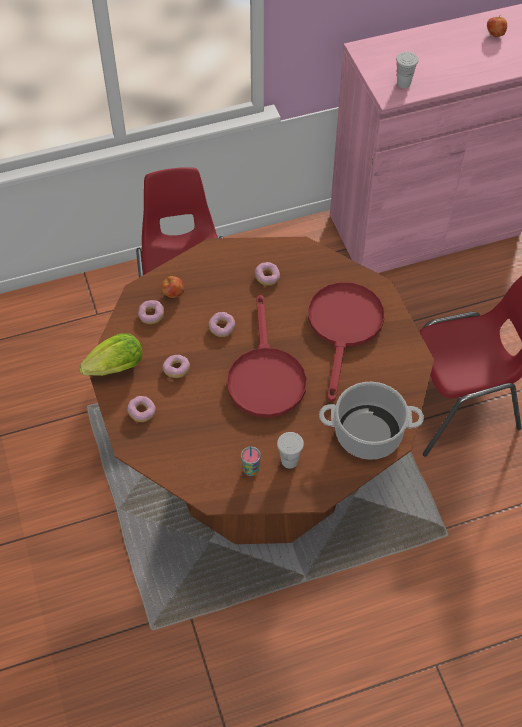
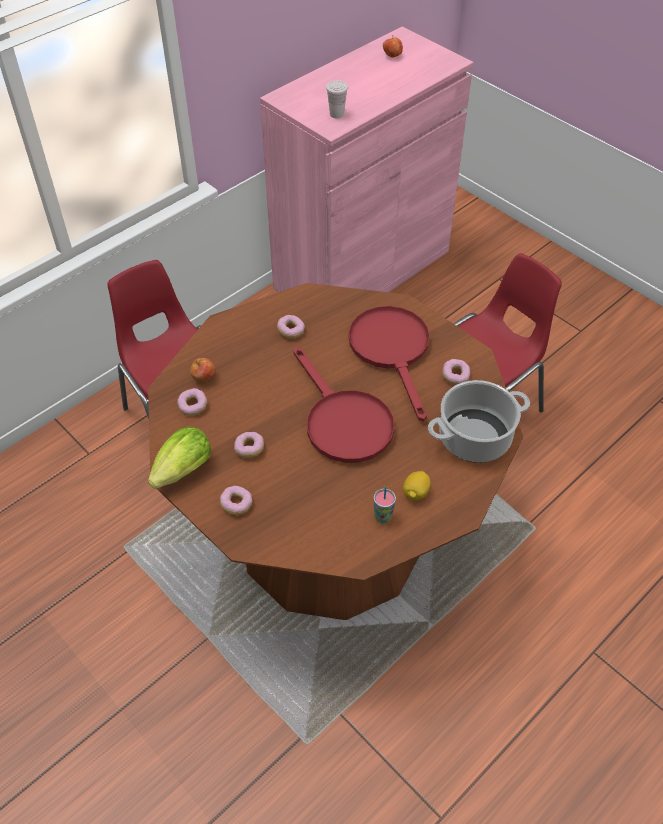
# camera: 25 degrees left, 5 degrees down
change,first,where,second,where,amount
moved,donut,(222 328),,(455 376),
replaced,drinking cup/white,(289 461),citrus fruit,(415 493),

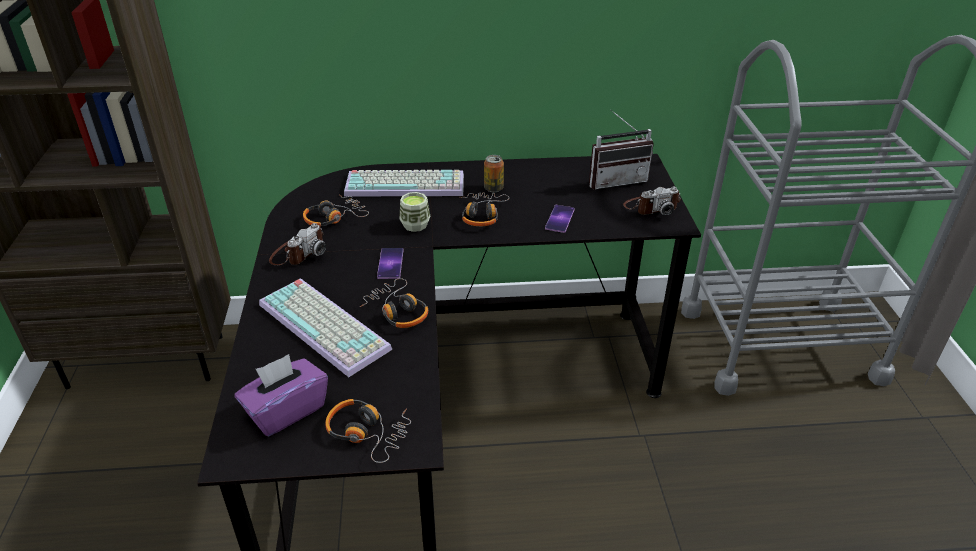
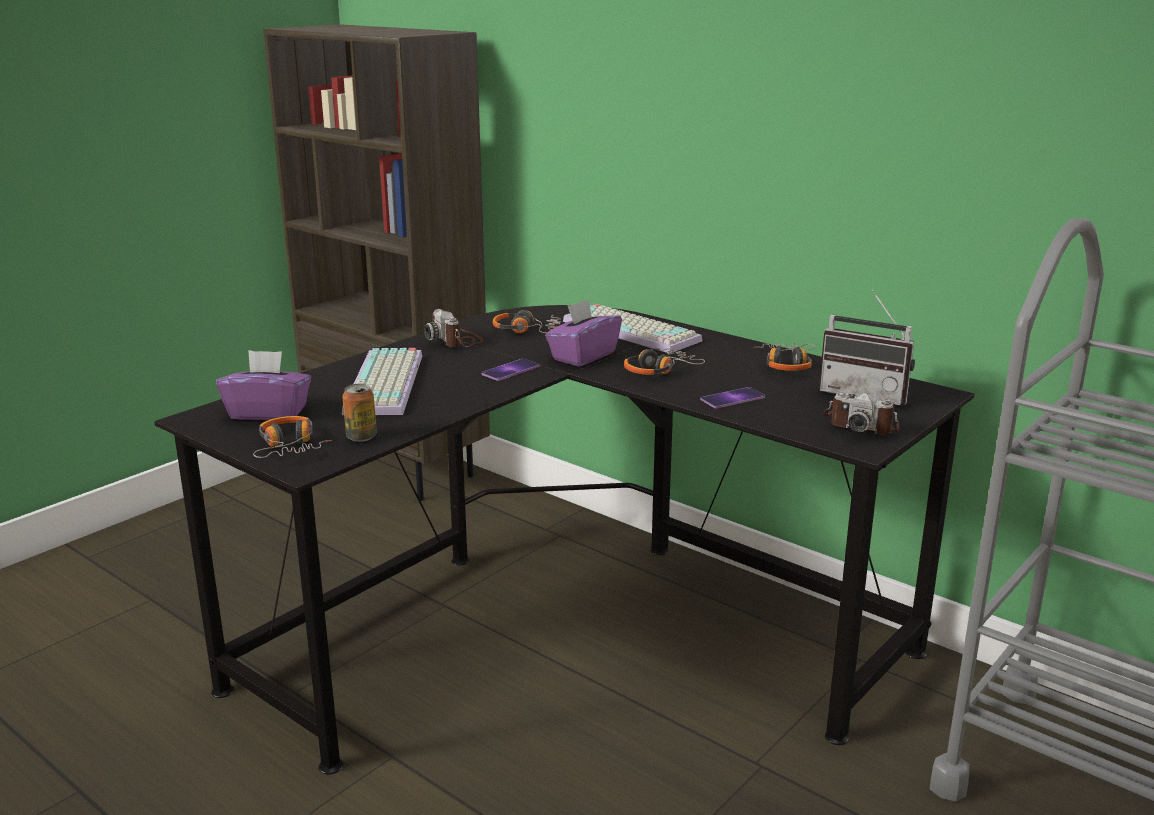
# camera: 45 degrees right, 15 degrees down
change,first,where,second,where,amount
turned,still camera,(298 253),,(456 340),75 degrees clockwise
moved,pair of headphones,(397 311),,(786 364),
replaced,drinking cup,(415 225),box of tissues/purple-coloured,(583 356),
moved,can,(493 188),,(361 437),

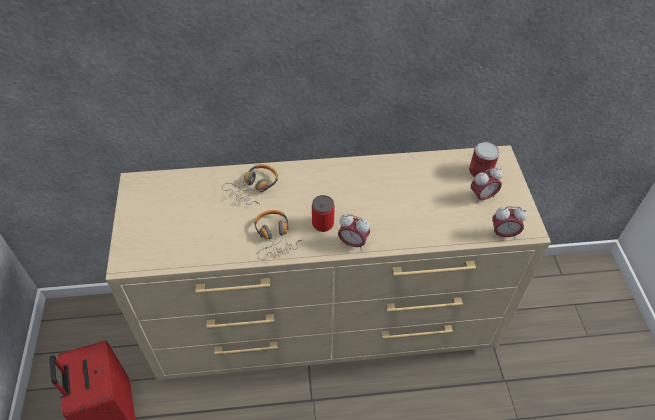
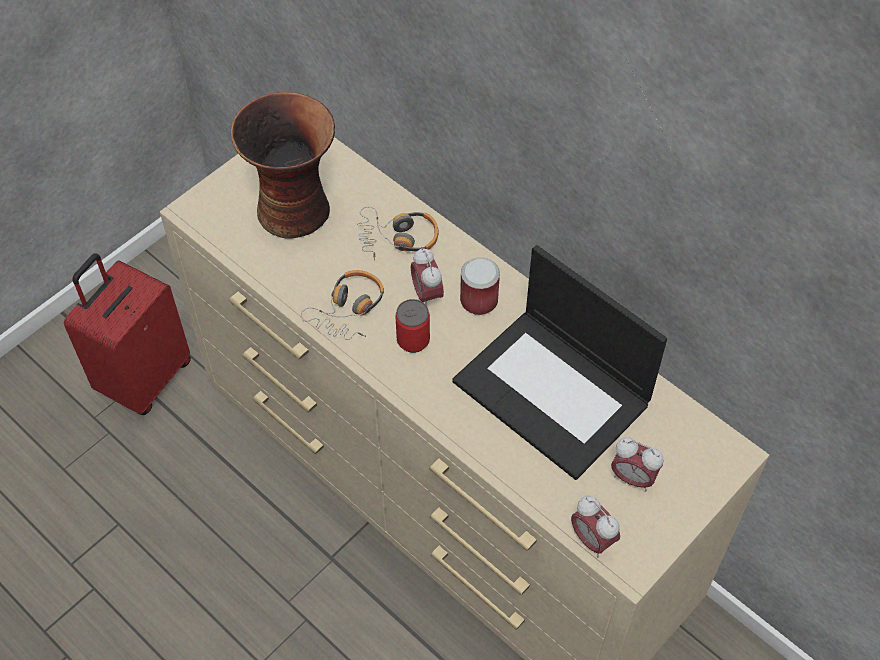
# camera: 50 degrees right, 5 degrees up
change,first,where,second,where,amount
moved,bedside clock,(352 243),,(427 294),
moved,can,(480 171),,(479 300),
added,,,decorative vase,(295 209),
added,,,portable computer,(554 392),

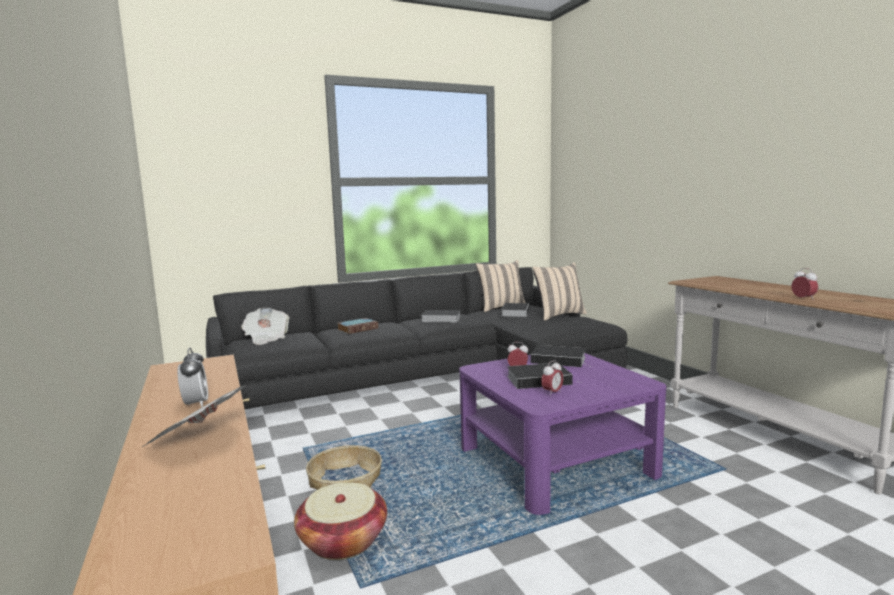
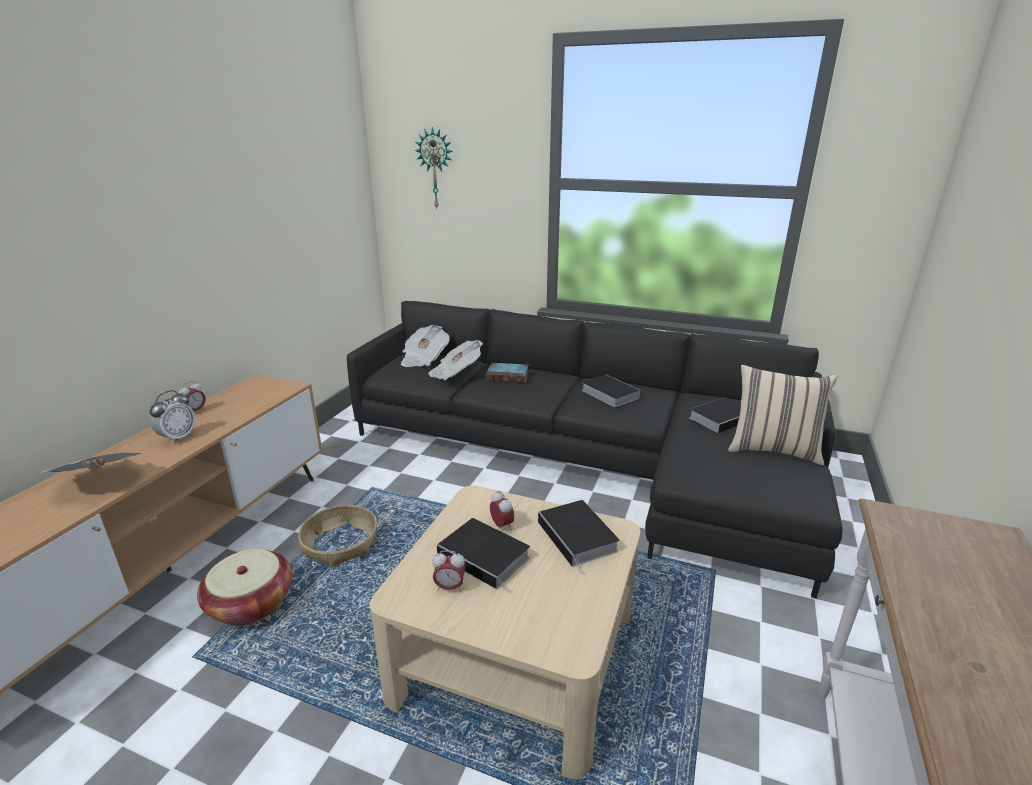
# camera: 45 degrees right, 15 degrees up
change,first,where,second,where,amount
recoloured,lounge table/purple-coloured,(555 460),lounge table/sand-coloured,(517 654),
removed,cushion/sand-coloured,(501 308),,,
moved,bedside clock,(803 299),,(195 411),
added,,,hanging clock,(436 169),
added,,,newspaper,(456 373),

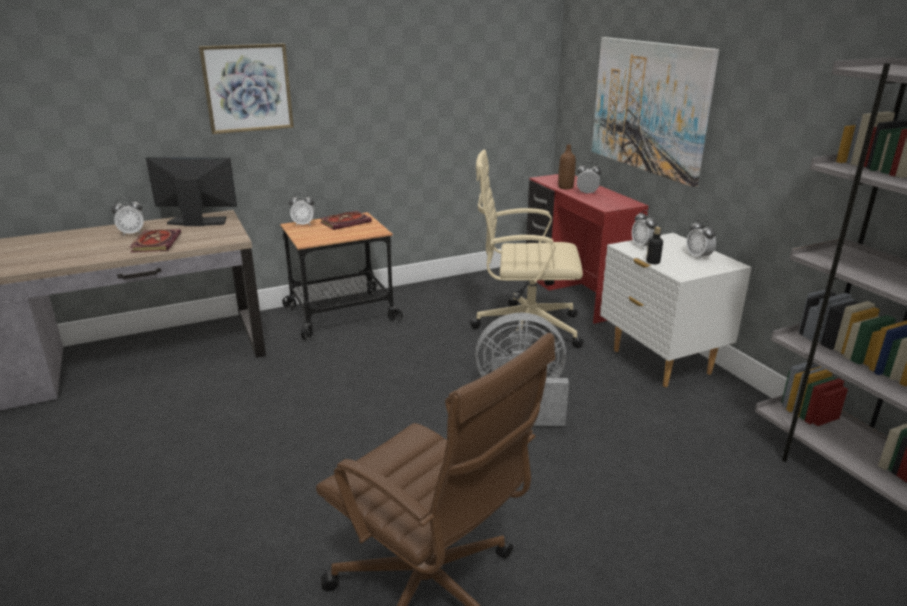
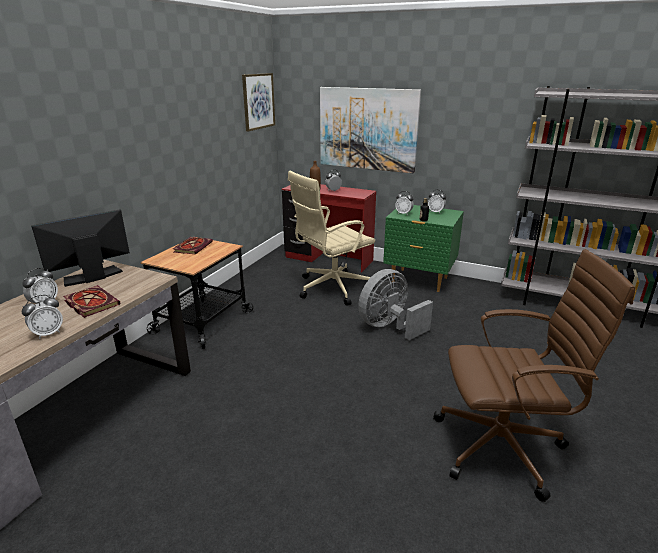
# camera: 40 degrees left, 0 degrees up
change,first,where,second,where,amount
moved,wall art,(247 88),,(258 101),
moved,bedside clock,(303 224),,(48 333),
recoloured,bedside table/white,(660 362),bedside table/green,(419 280),

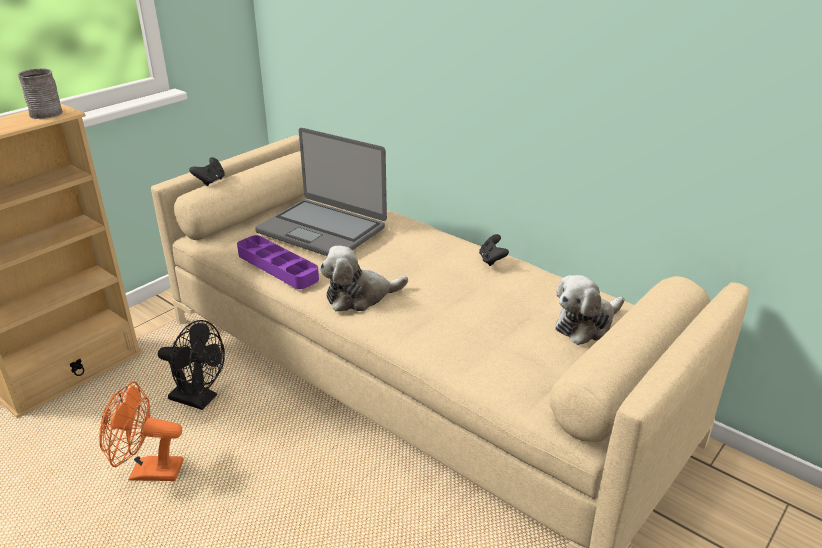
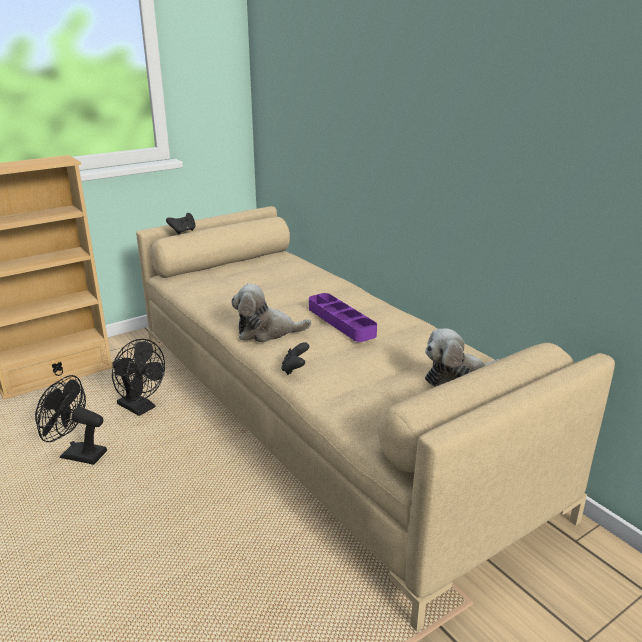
# camera: 15 degrees right, 5 degrees down
change,first,where,second,where,amount
removed,mug/grey,(48 112),,,
recoloured,electric fan/orange,(148 472),electric fan/black,(77 454),
moved,tray/purple-coloured,(277 266),,(341 321),
removed,portable computer,(322 229),,,
moved,gamepad/black,(492 260),,(295 369),

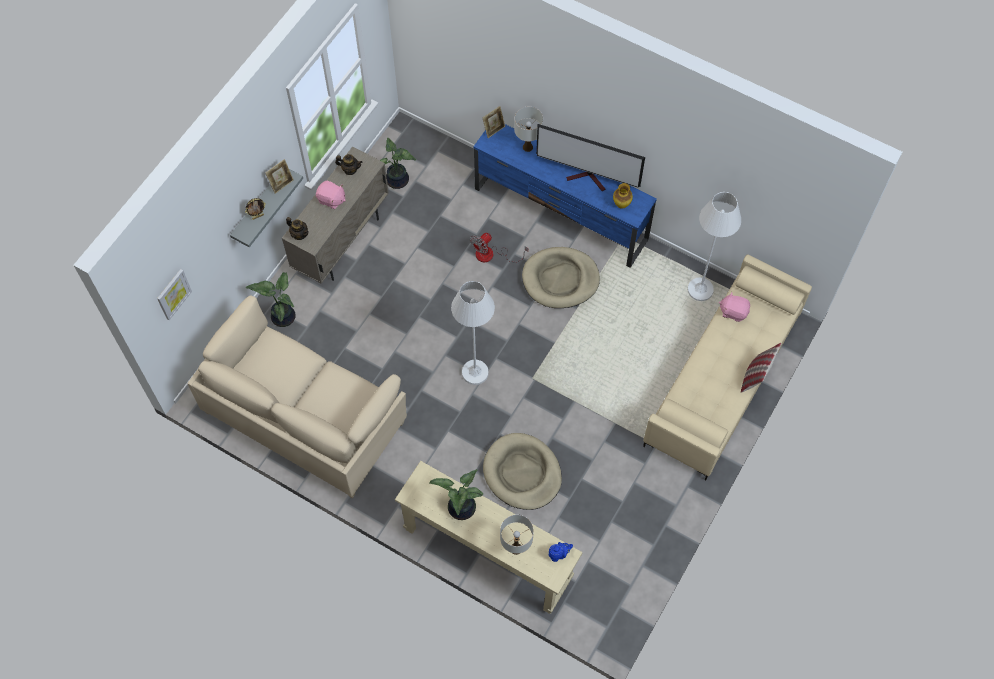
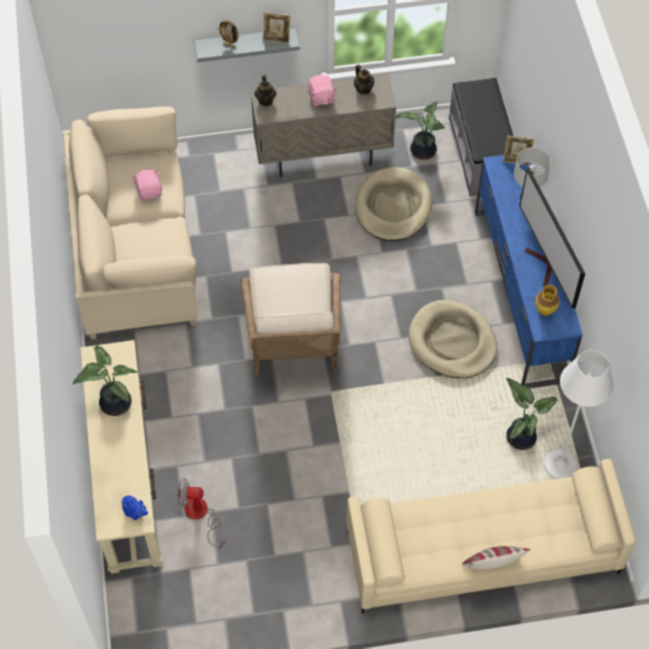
# camera: 50 degrees right, 5 degrees down
change,first,where,second,where,amount
removed,wall art,(173 294),,,
moved,potted plant,(282 316),,(521 436),
replaced,standard lamp/white,(475 372),armchair/sand-coloured,(294 343),
moved,electric fan,(491 255),,(200 515),
moved,dog bed/sand-coloured,(522 473),,(393 207),
removed,table lamp/white,(516 549),,,
moved,plush toy/pink,(733 311),,(149 191),
added,,,long seat/grey,(481 154),

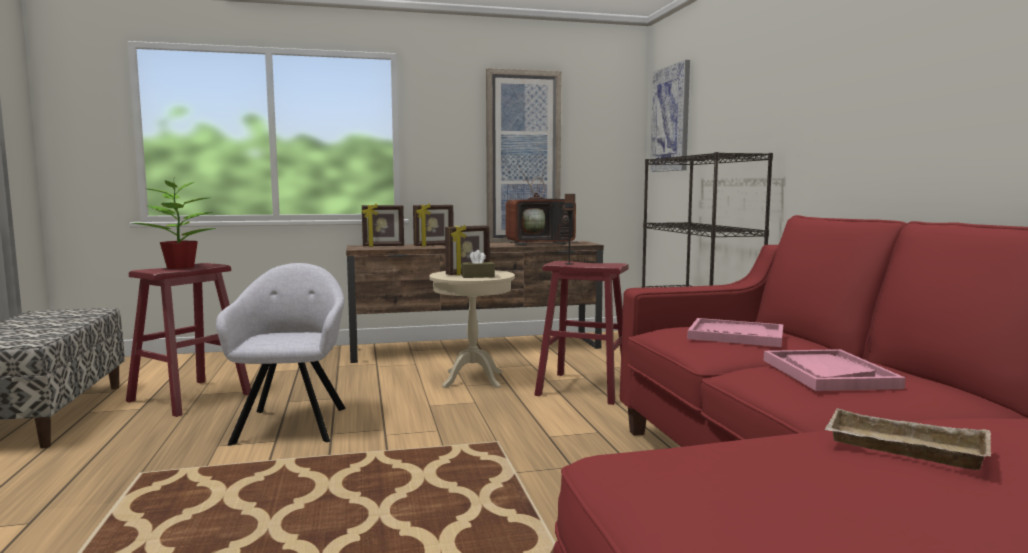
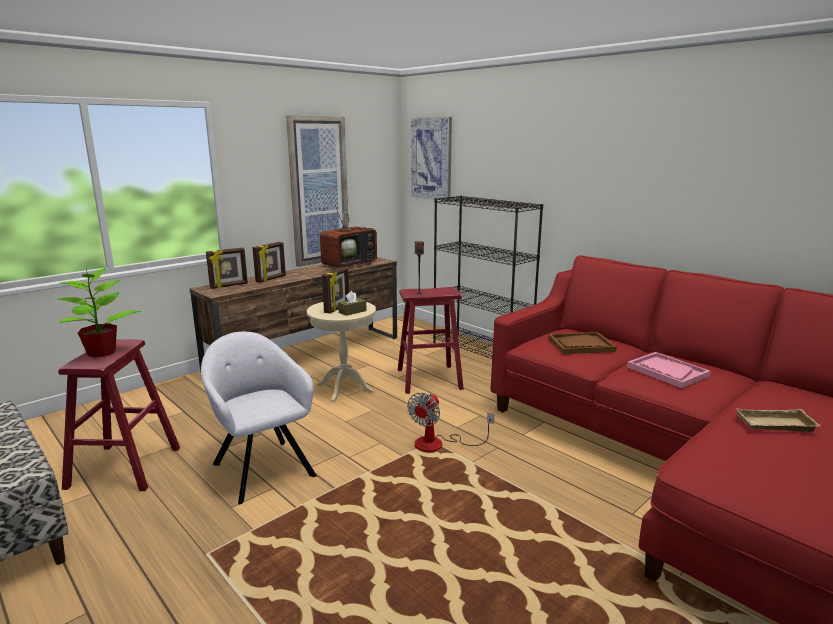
# camera: 30 degrees left, 10 degrees up
change,first,where,second,where,amount
recoloured,tray/pink,(735 335),tray/brown,(581 345),
added,,,electric fan,(439 444),

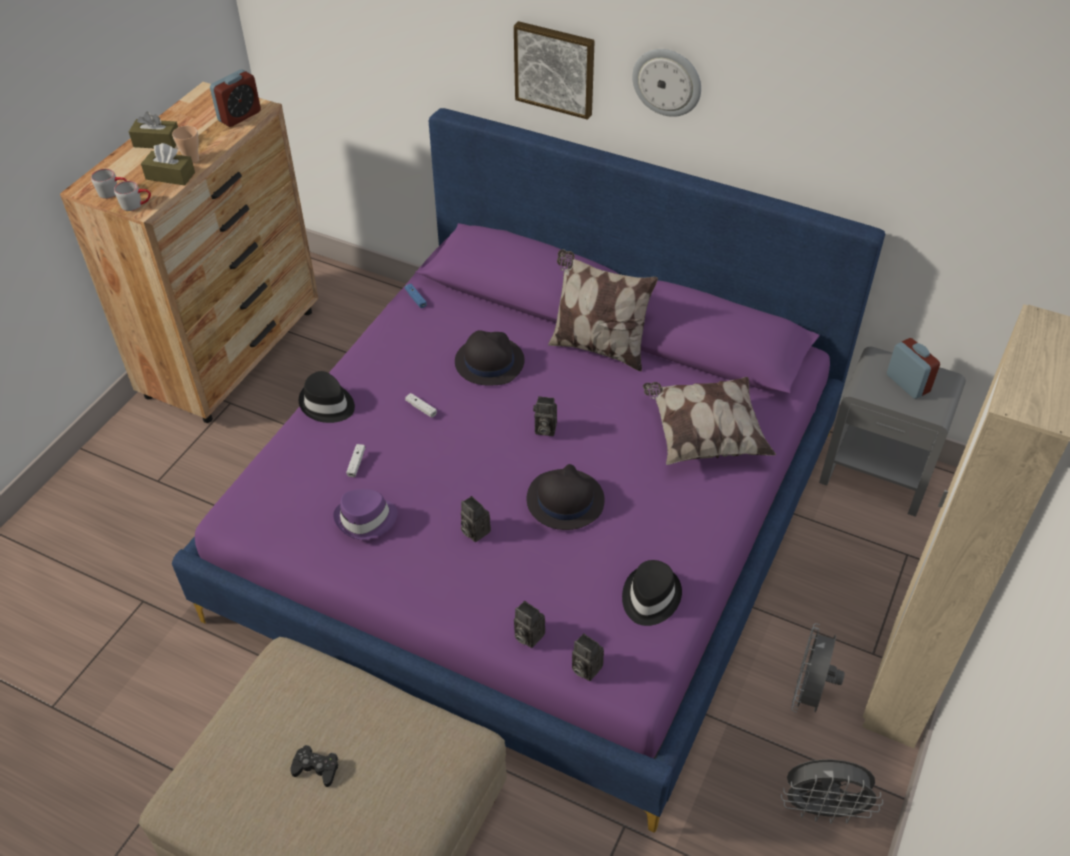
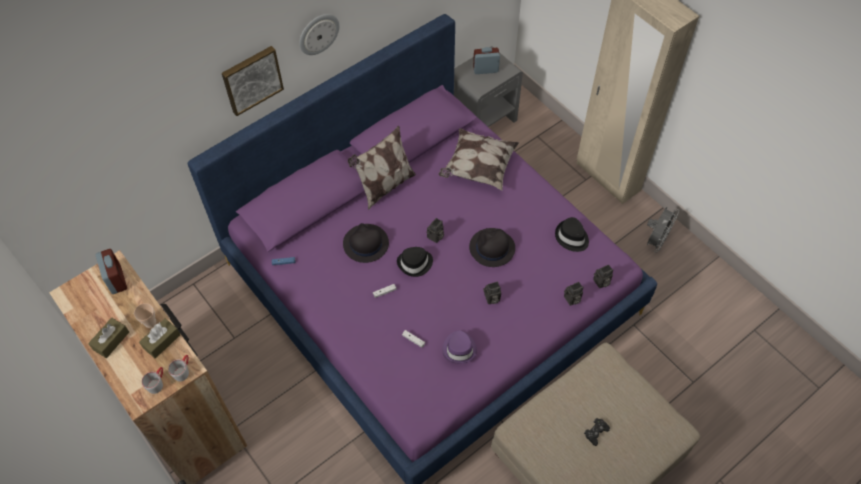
# camera: 65 degrees left, 10 degrees up
change,first,where,second,where,amount
moved,wearable hat/black,(327 404),,(415 263),
removed,electric fan/grey,(809 694),,,

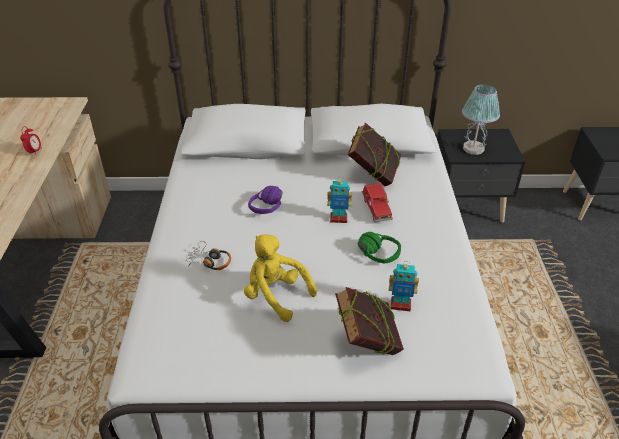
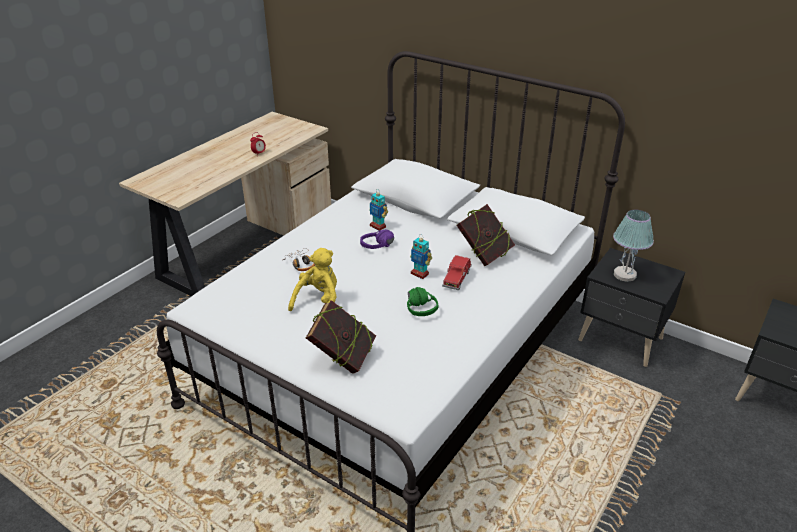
# camera: 35 degrees right, 5 degrees down
change,first,where,second,where,amount
turned,plush toy/yellow,(276 295),,(318 302),45 degrees clockwise
moved,model robot,(400 305),,(378 226),

